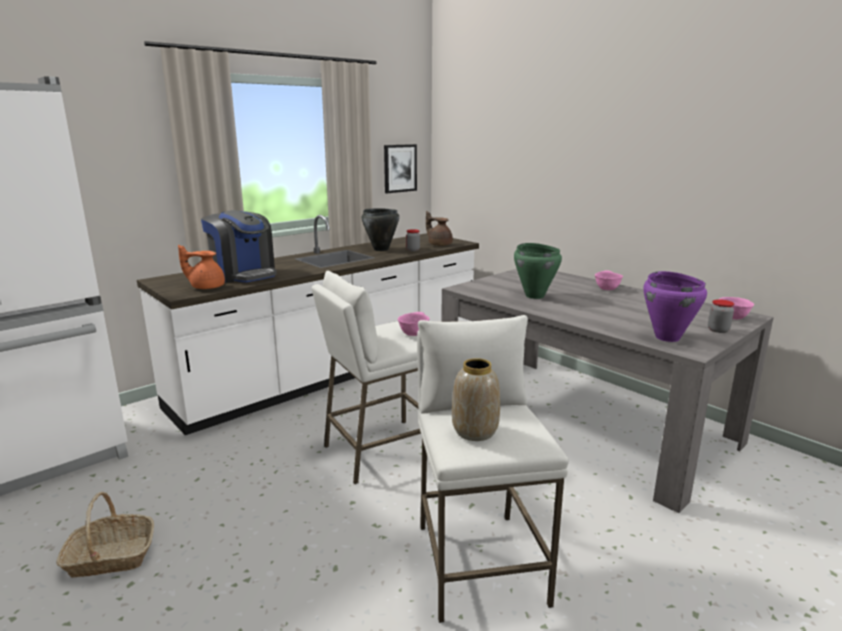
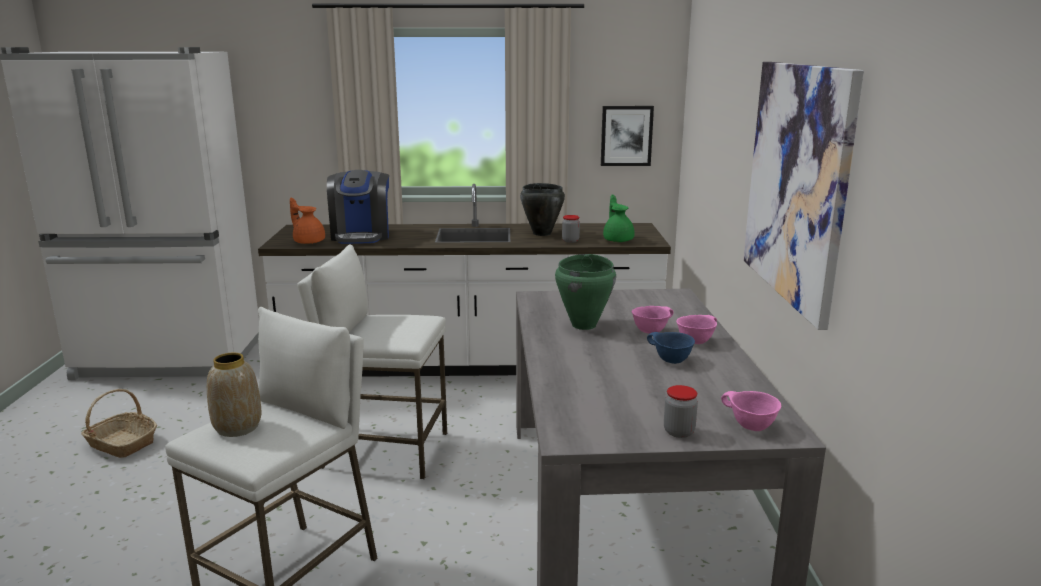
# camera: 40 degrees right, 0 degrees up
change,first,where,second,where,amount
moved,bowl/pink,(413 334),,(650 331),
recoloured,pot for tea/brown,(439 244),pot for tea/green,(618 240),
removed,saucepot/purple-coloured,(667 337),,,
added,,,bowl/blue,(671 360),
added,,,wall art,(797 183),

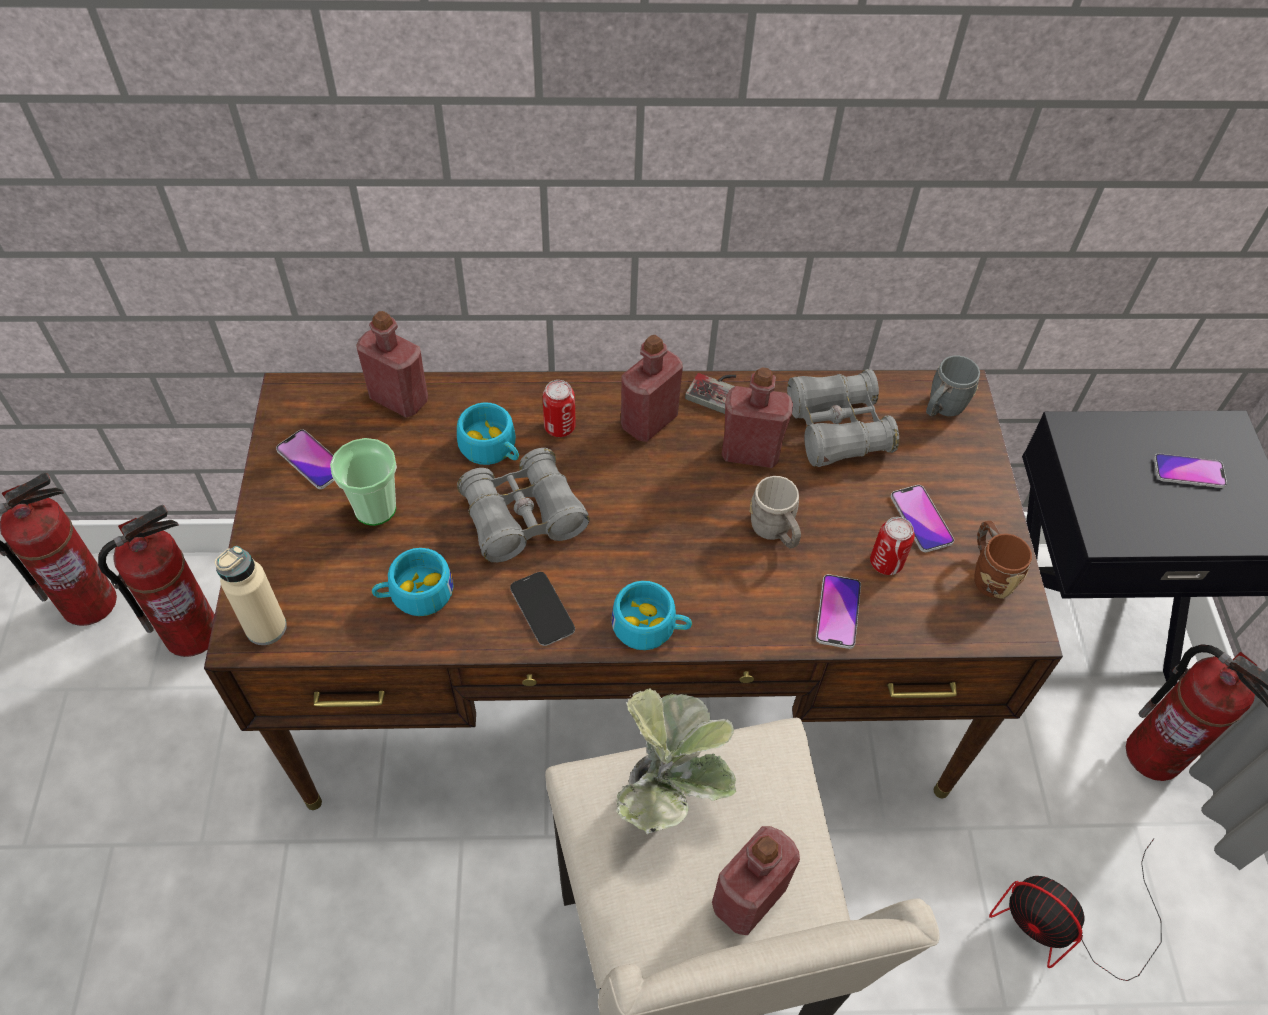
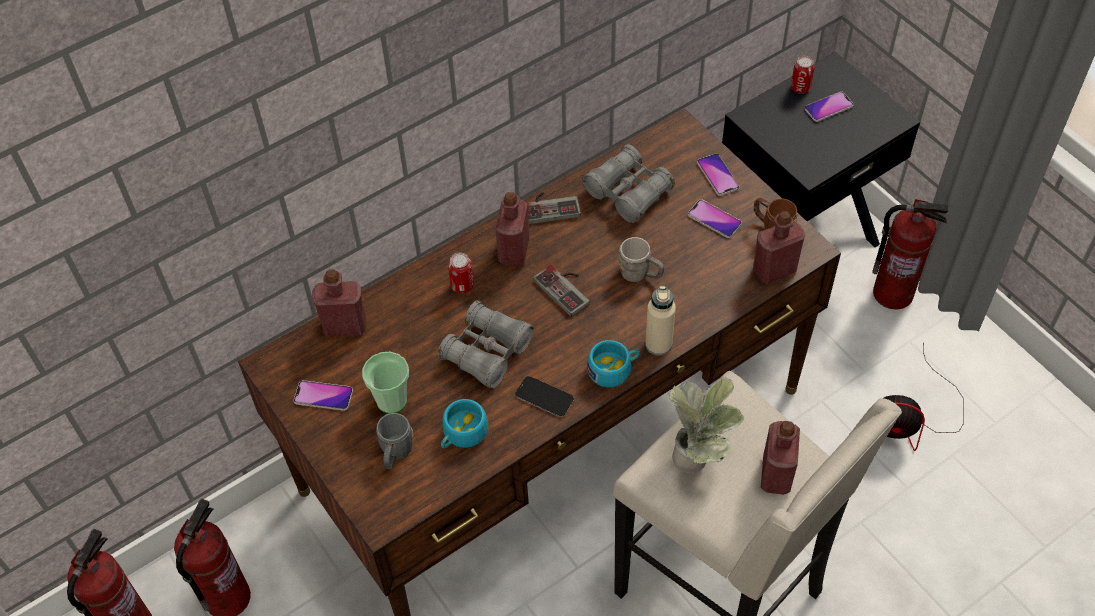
# camera: 30 degrees left, 0 degrees up
change,first,where,second,where,amount
moved,bottle/sand-coloured,(266 627),,(658 344),
removed,drinking cup/turquoise-coloured,(492 449),,,
moved,bottle/reddish,(750 453),,(774 270),
moved,phone,(838 612),,(717 175),
moved,can,(886 562),,(800 87),
moved,mug/grey,(941 408),,(395 454),
added,,,gamepad,(566 288),

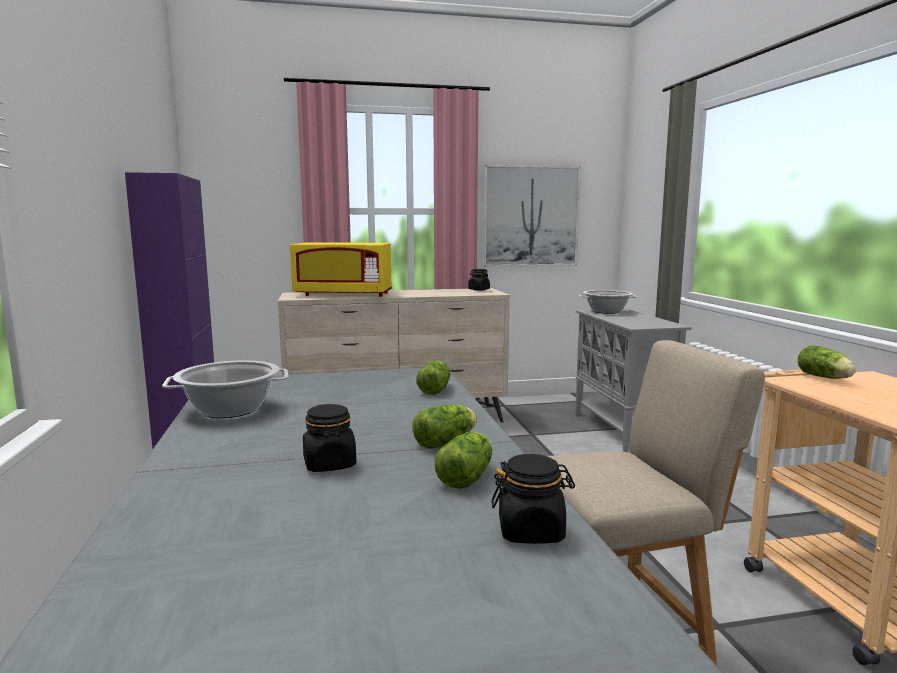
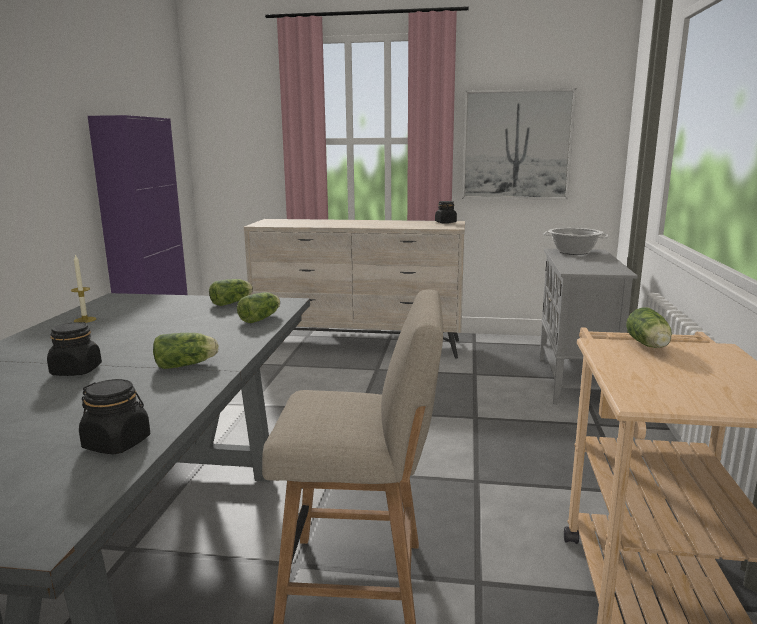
# camera: 20 degrees right, 5 degrees up
change,first,where,second,where,amount
replaced,saucepot,(230 409),wax light,(85 320),
removed,kitchen microwave/yellow,(344 294),,,
moved,lettuce,(467 476),,(233 302),

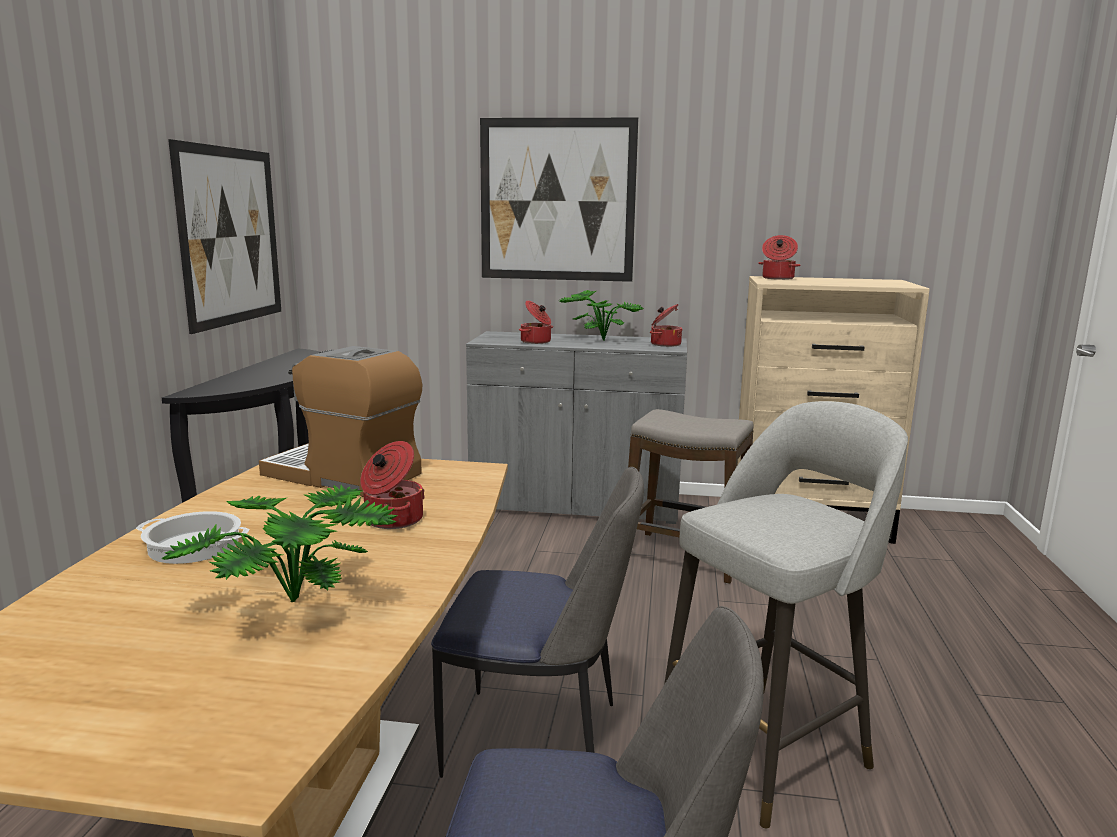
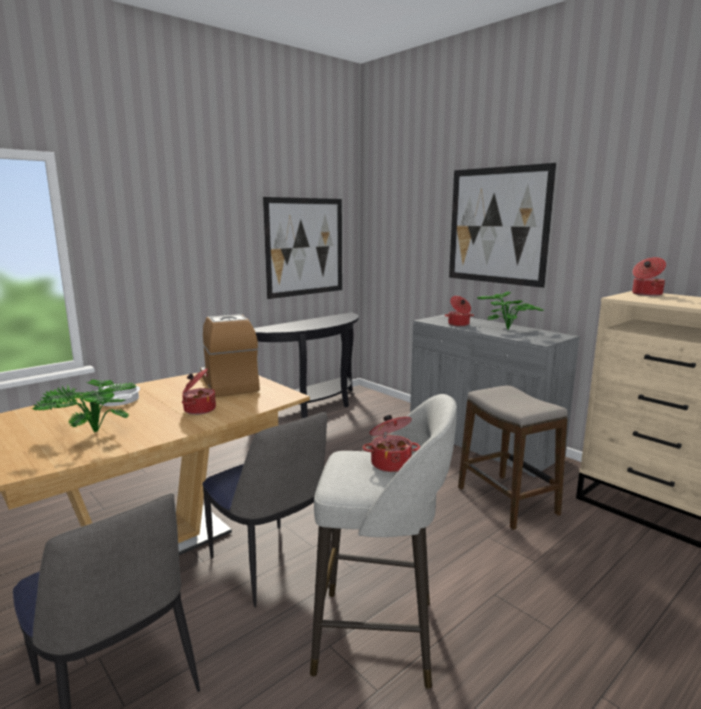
# camera: 40 degrees right, 0 degrees up
change,first,where,second,where,amount
moved,saucepot,(665 344),,(390 463),

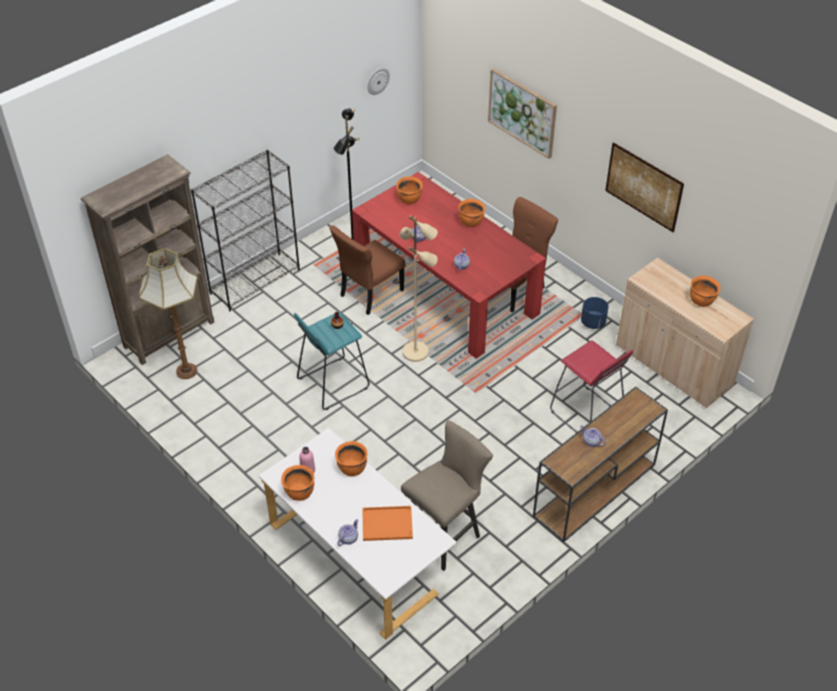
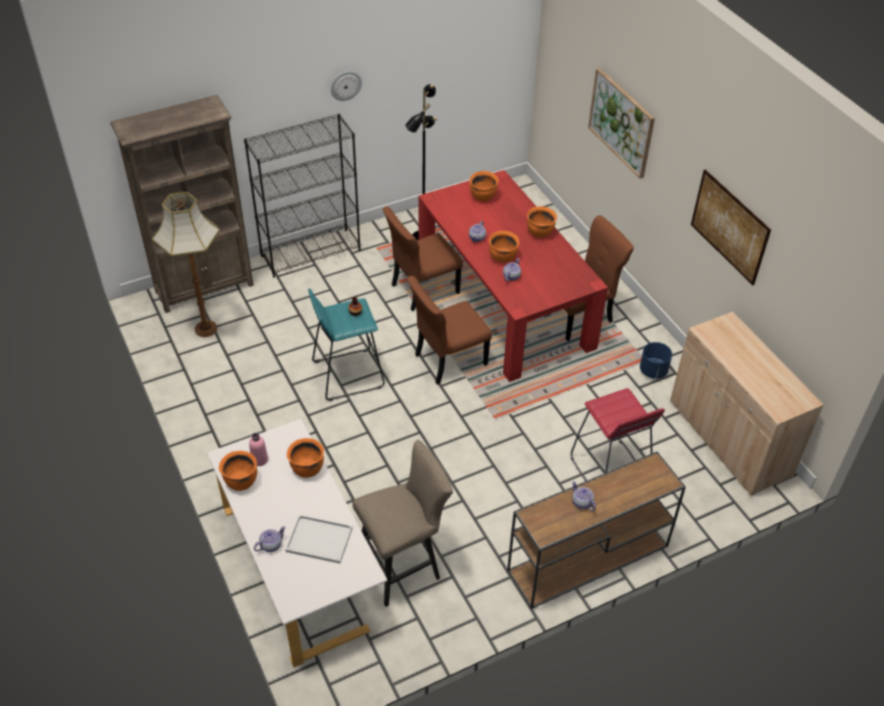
# camera: 15 degrees right, 0 degrees up
change,first,where,second,where,amount
recoloured,tray/orange,(388 523),tray/white,(320 539),
moved,hanging clock,(377 81),,(345 85),
replaced,standard lamp/sand-coloured,(416 351),plain chair/brown,(448 360),
moved,saucepot/orange,(701 301),,(503 257),

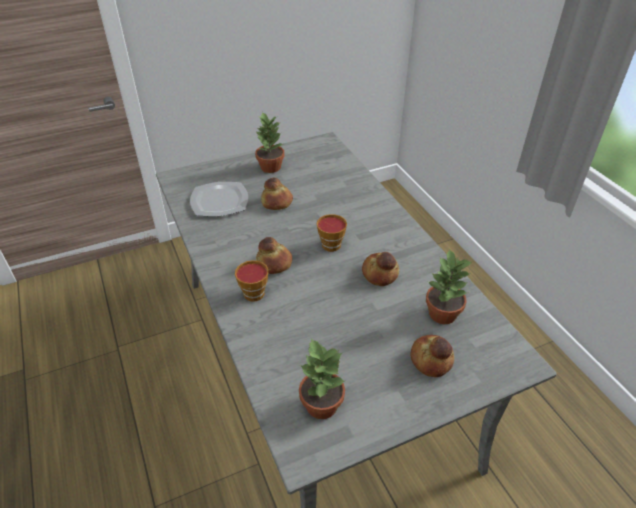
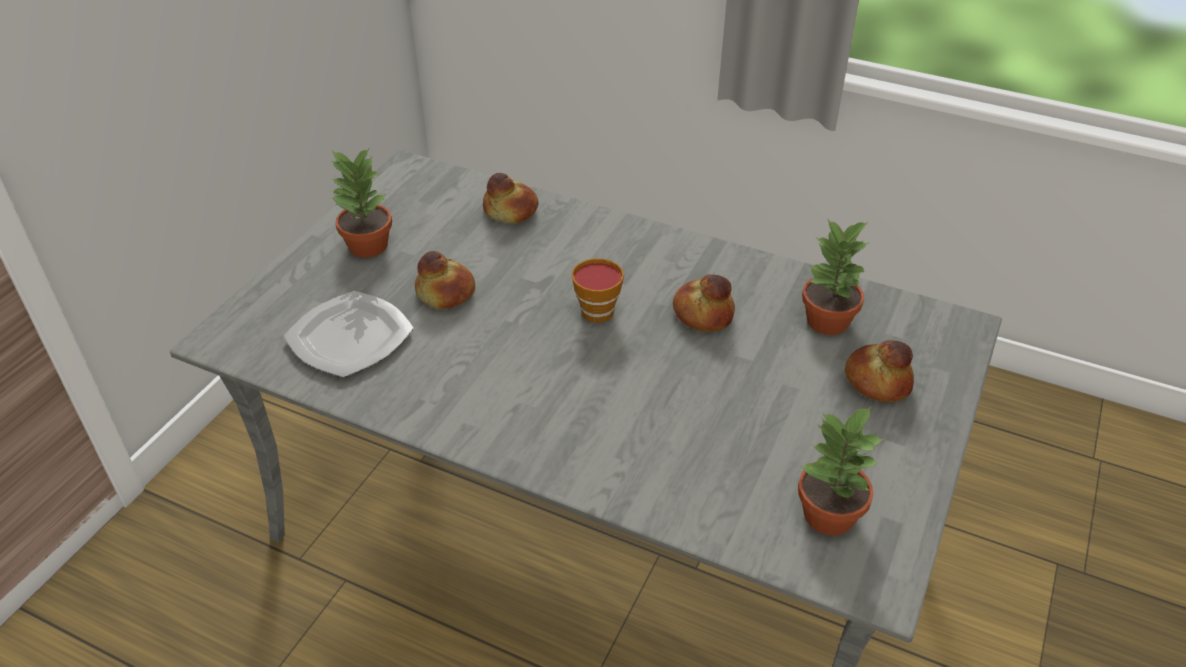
# camera: 40 degrees left, 0 degrees up
change,first,where,second,where,amount
removed,drinking cup,(253 291),,,
moved,bread,(273 263),,(510 211),

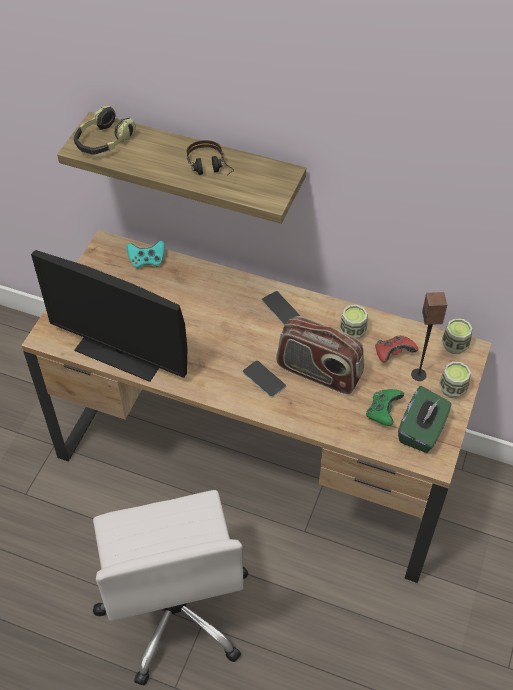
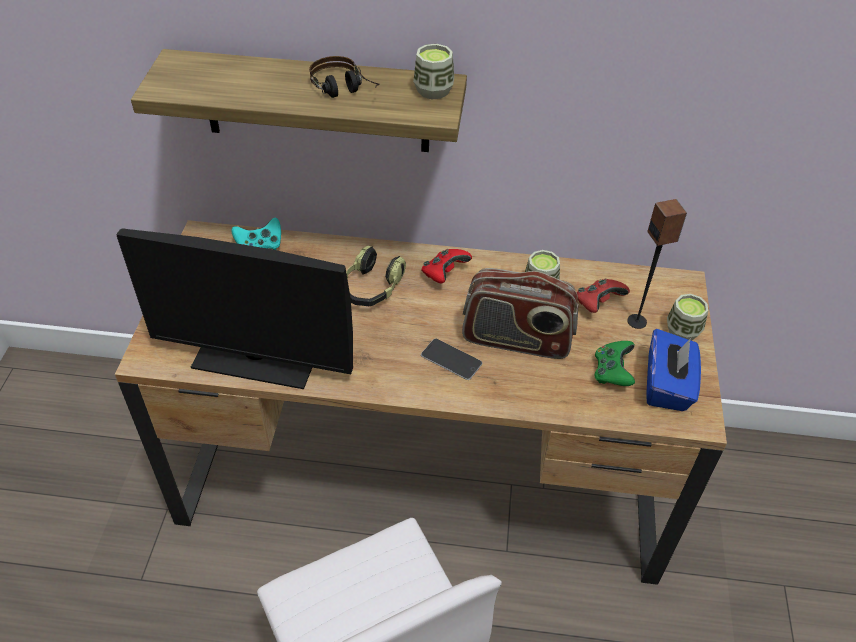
# camera: 15 degrees left, 5 degrees down
change,first,where,second,where,amount
moved,pair of headphones,(104 142),,(371 288),
replaced,phone,(280 308),gamepad/reddish,(444 273),
recoloured,box of tissues/green,(422 431),box of tissues/blue,(667 386),
moved,drinking cup,(454 345),,(433 90),

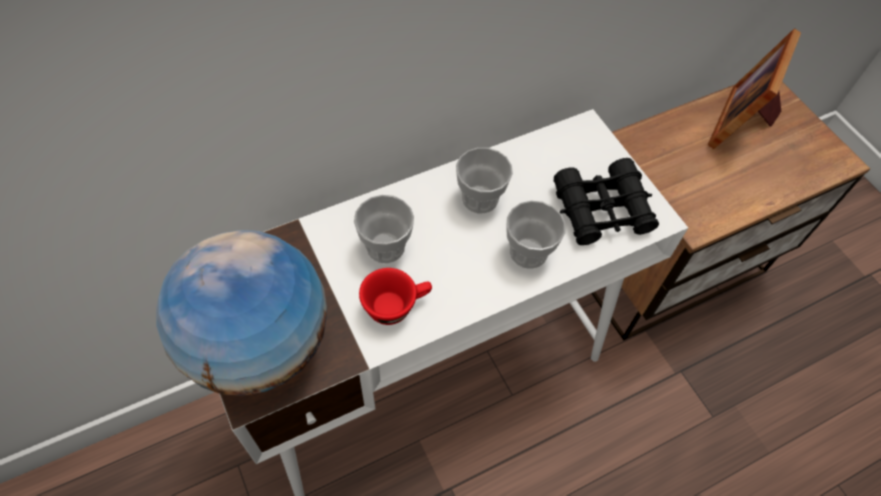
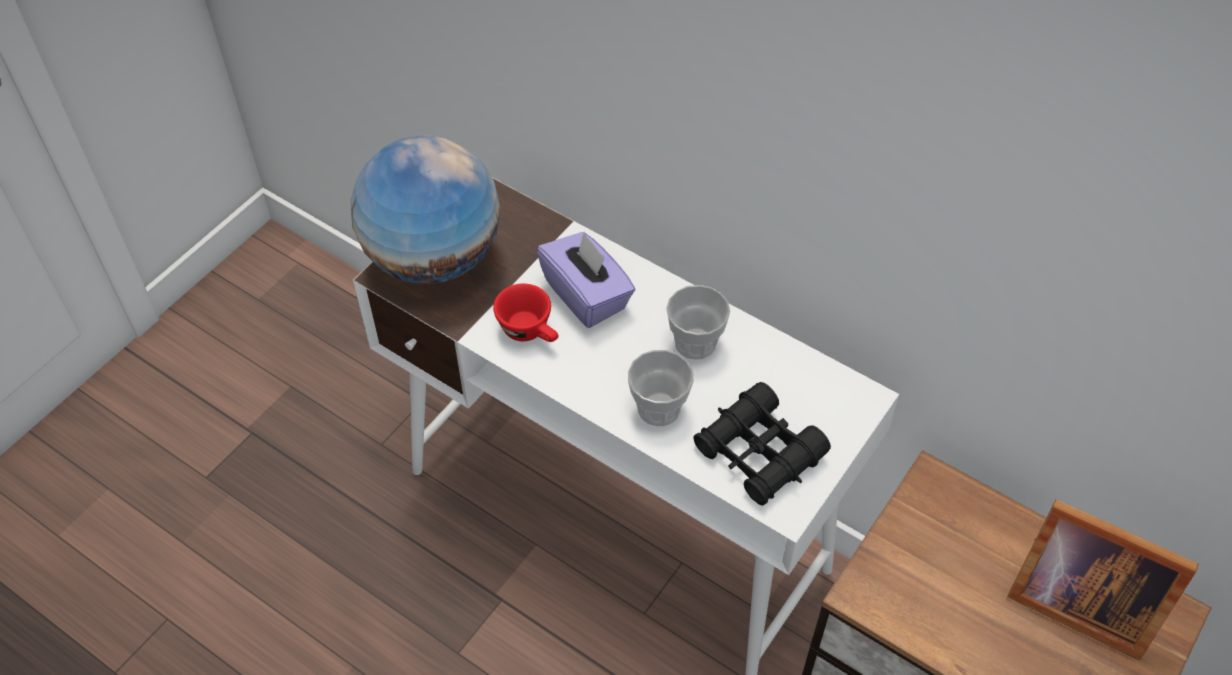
# camera: 65 degrees right, 5 degrees down
change,first,where,second,where,amount
replaced,drinking cup,(385 247),box of tissues/purple-coloured,(587 295),
turned,photo frame,(743 122),,(1076 598),150 degrees counterclockwise

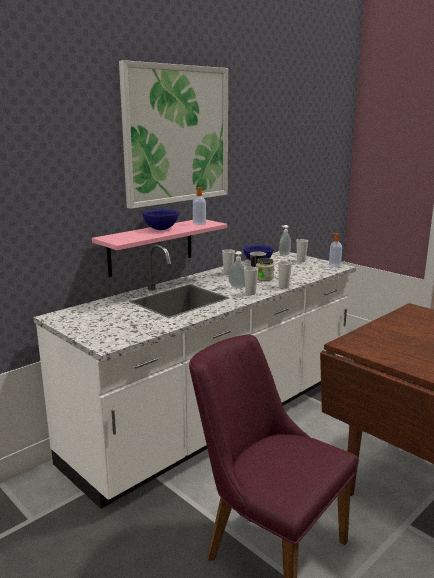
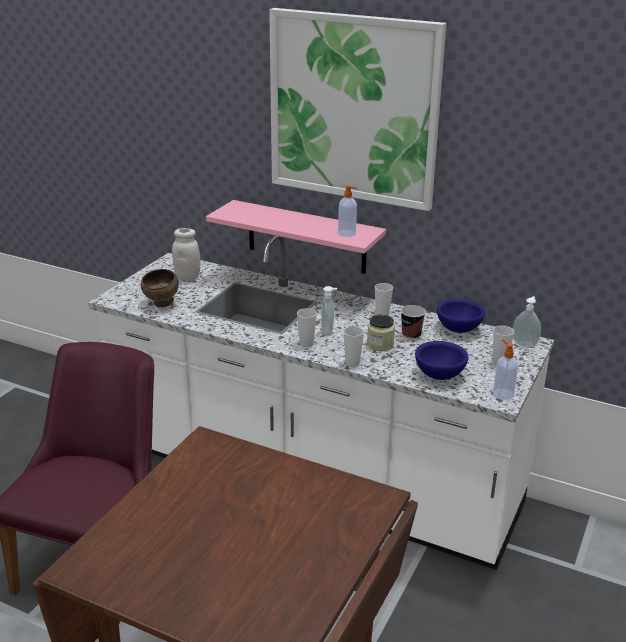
# camera: 70 degrees right, 10 degrees up
change,first,where,second,where,amount
moved,bowl/blue,(161 229),,(439 375),
added,,,bowl/brown,(162 304),
added,,,storage jar/white,(187 277),

